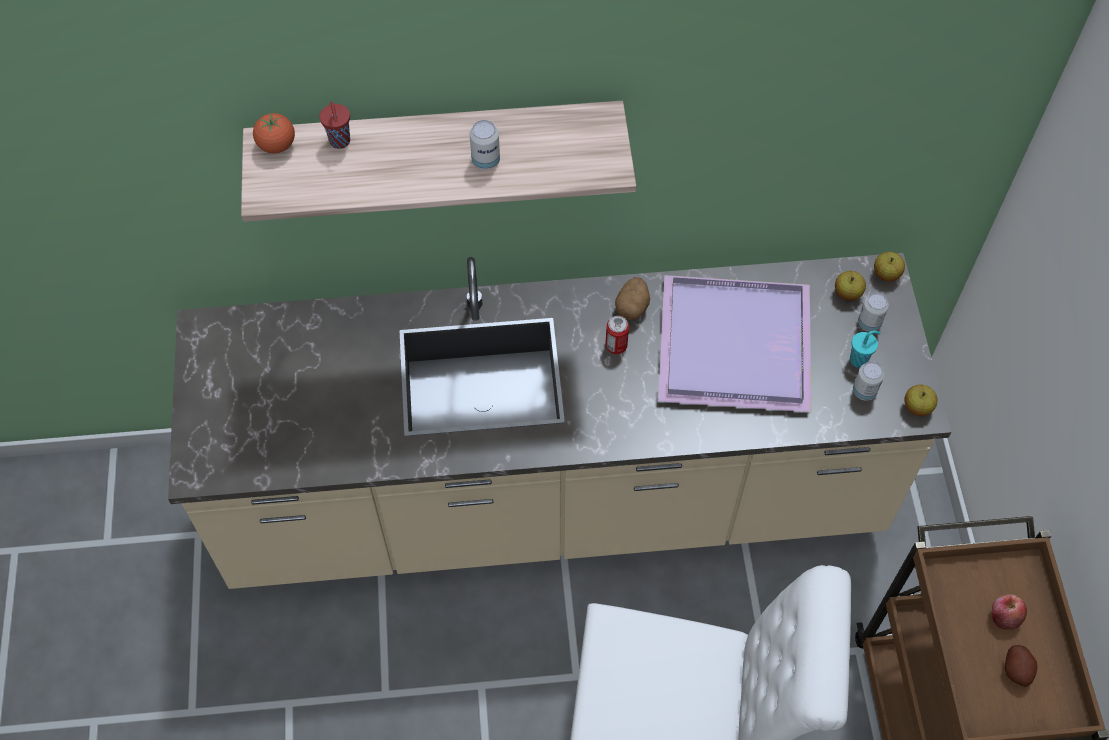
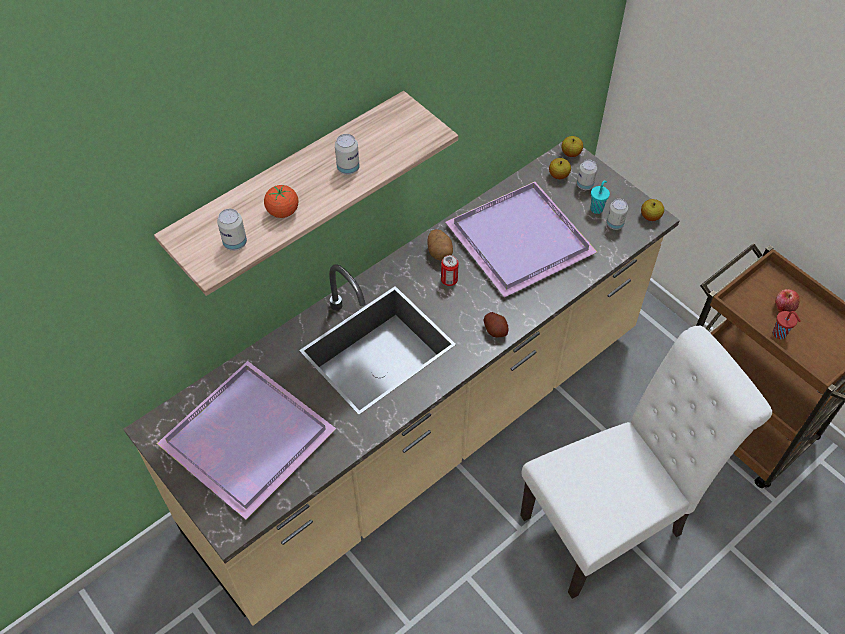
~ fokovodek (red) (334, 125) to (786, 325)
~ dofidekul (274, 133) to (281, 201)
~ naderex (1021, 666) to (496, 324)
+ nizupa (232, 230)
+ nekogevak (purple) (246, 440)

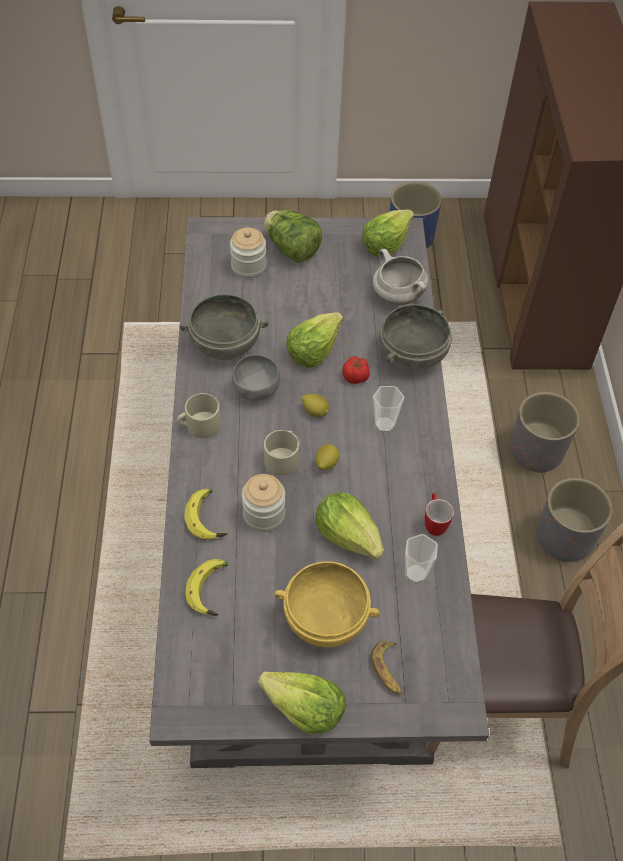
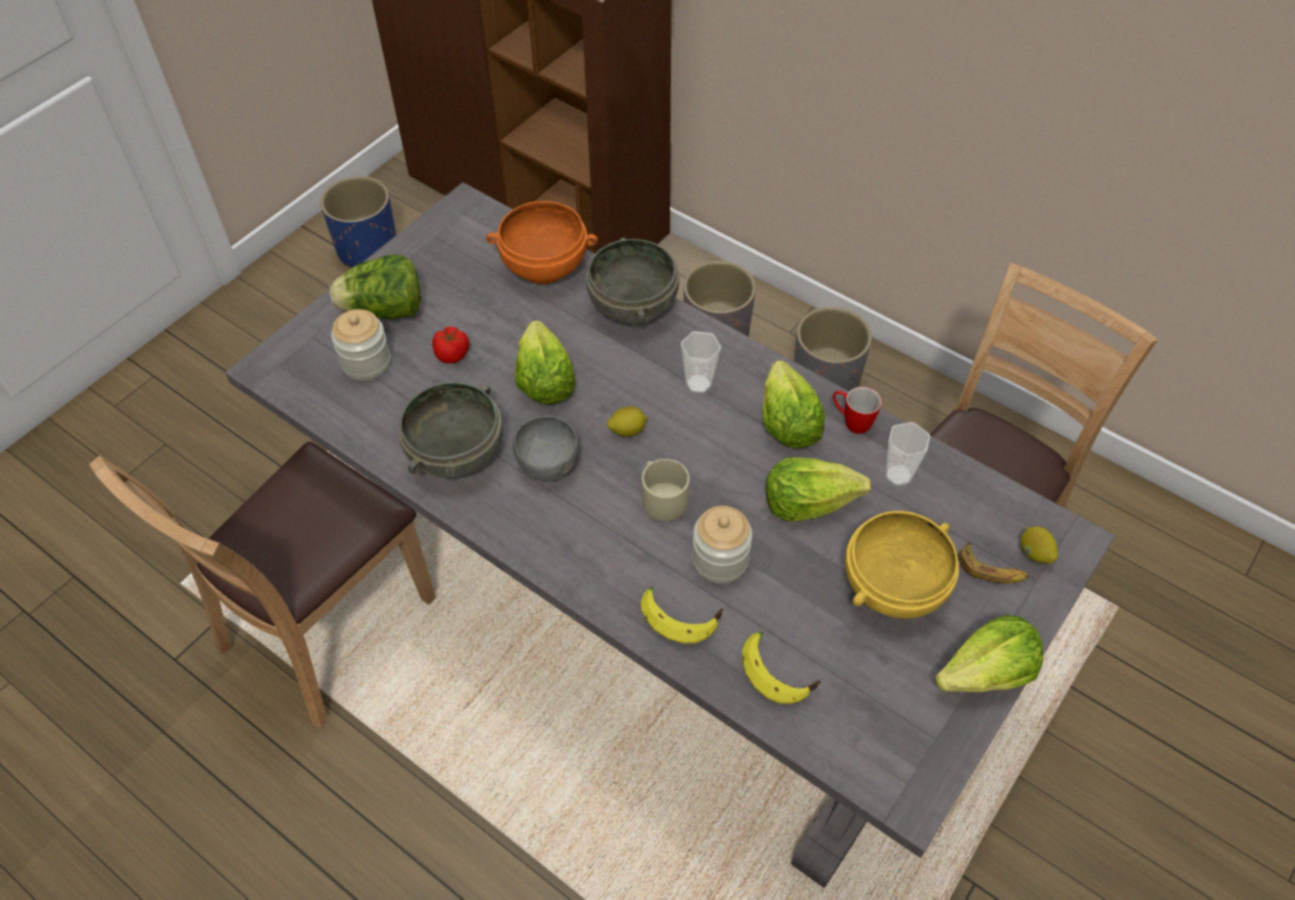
~ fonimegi (388, 233) to (793, 404)
~ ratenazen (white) (400, 277) to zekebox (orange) (542, 242)
~ dofidekul (356, 370) to (450, 345)
- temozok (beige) (199, 415)
~ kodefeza (327, 457) to (1039, 545)
+ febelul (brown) (262, 585)

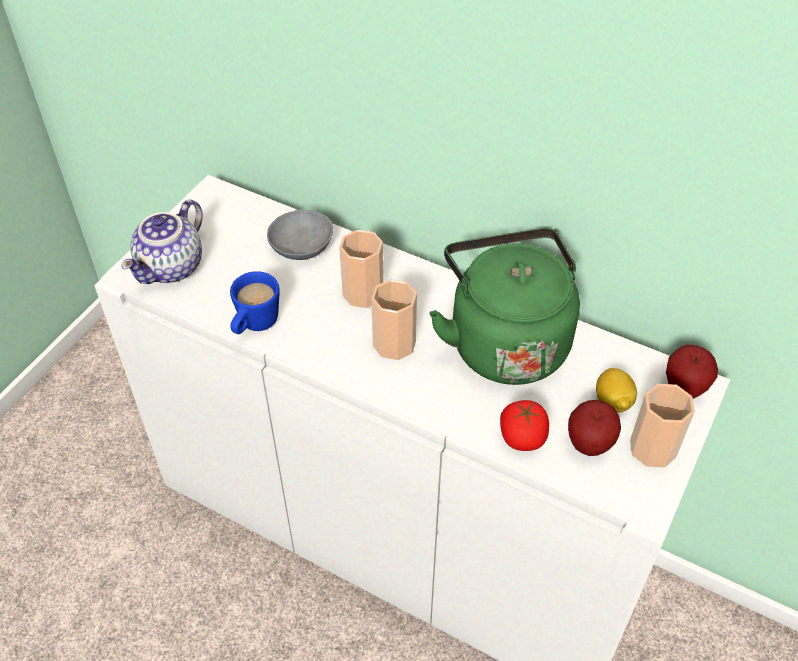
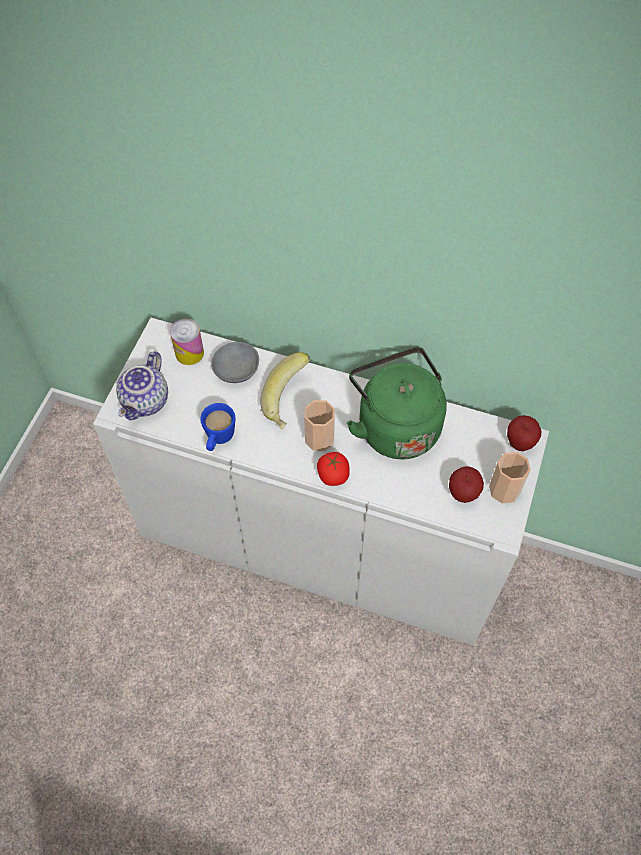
~ fokovodek (361, 269) to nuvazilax (286, 390)
- kodefeza (616, 390)
~ dofidekul (524, 425) to (333, 469)
+ nizupa (187, 342)

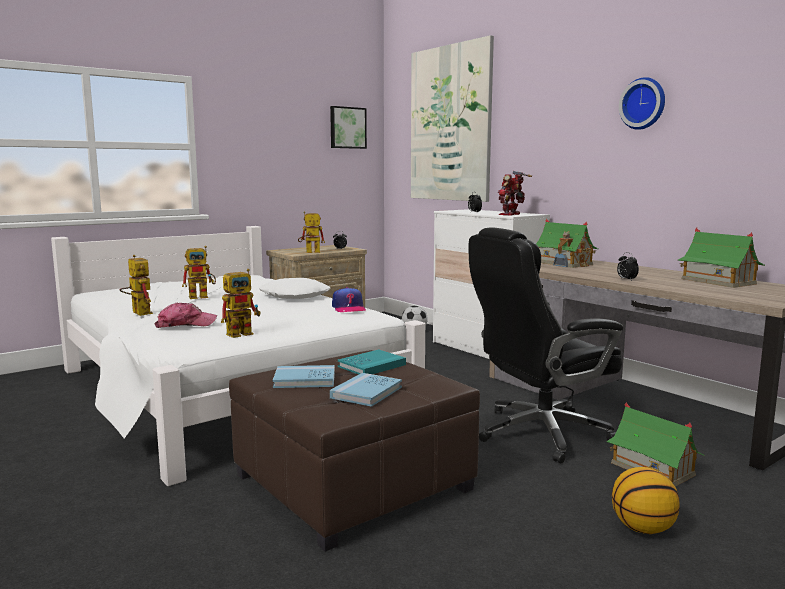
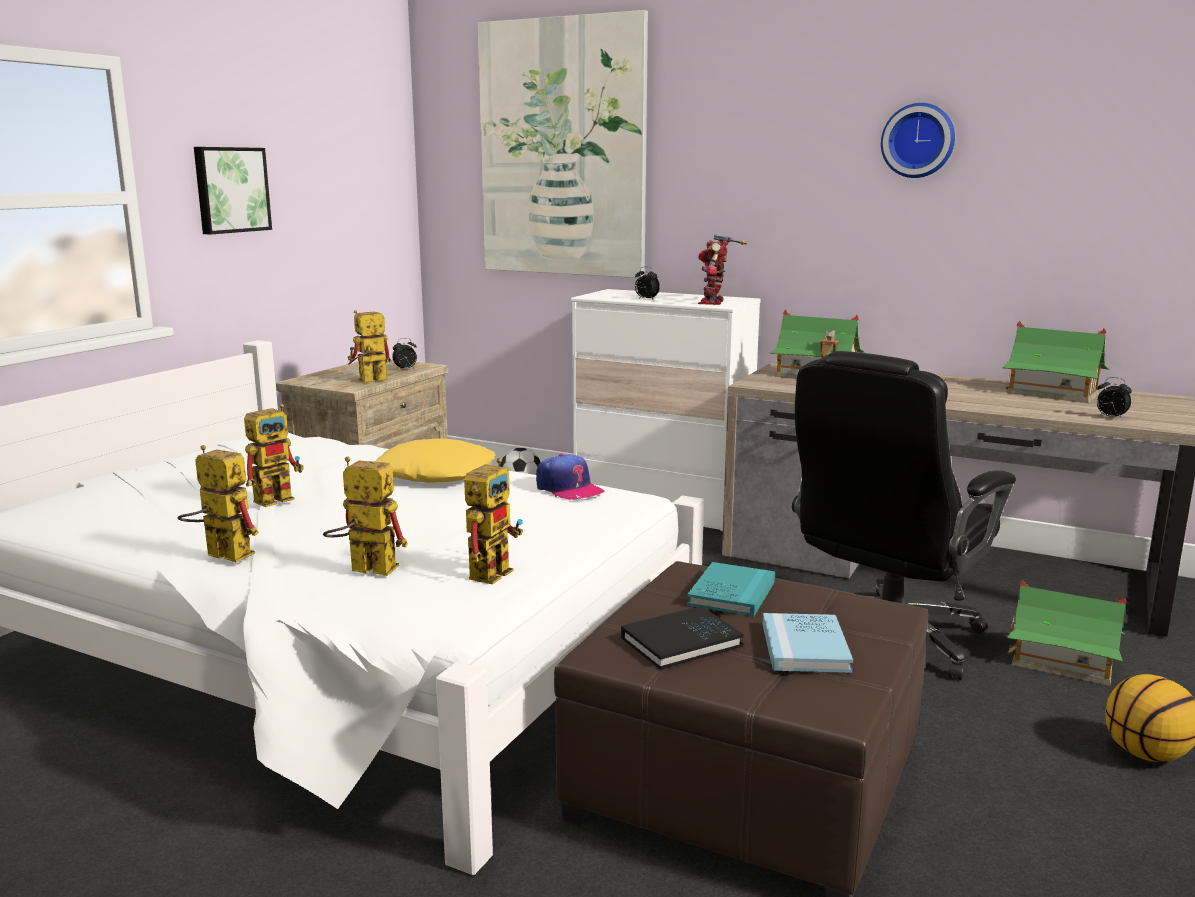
~ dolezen (348, 127) to (233, 191)
~ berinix (628, 266) to (1114, 398)
~ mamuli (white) (295, 288) to mamuli (yellow) (435, 460)
~ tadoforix (186, 315) to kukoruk (365, 516)
~ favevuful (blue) (304, 376) to favevuful (black) (682, 637)

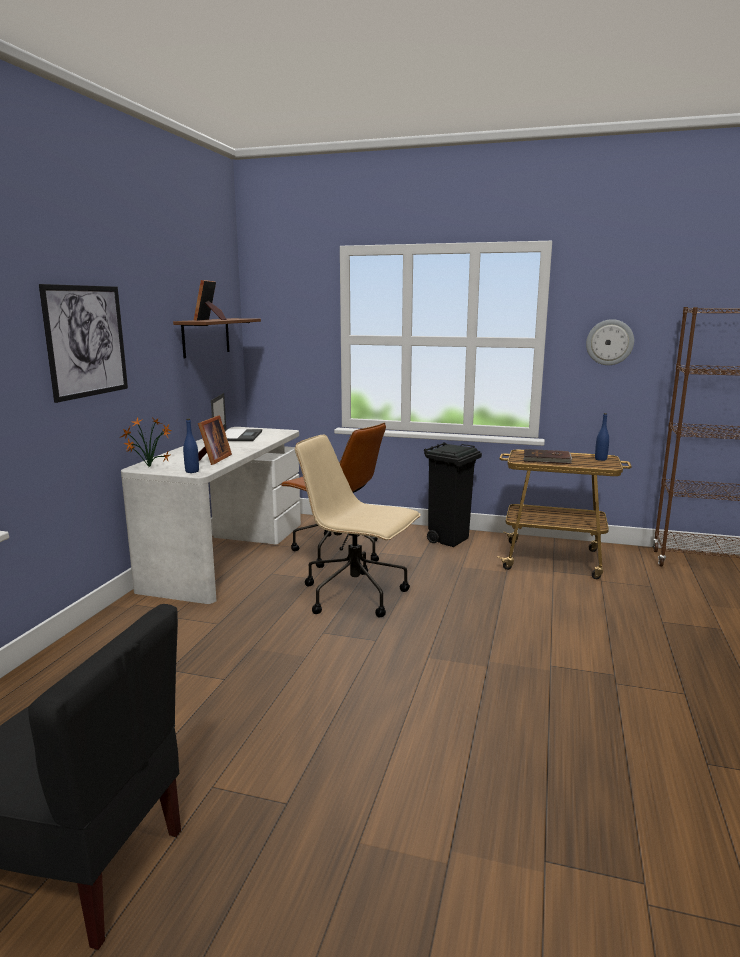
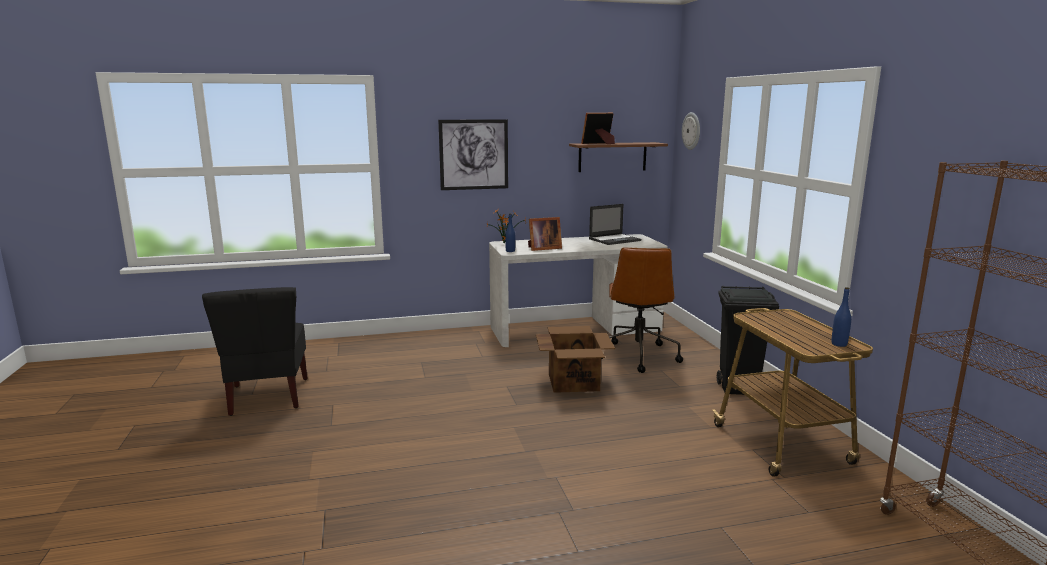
~ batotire (610, 342) to (691, 131)
~ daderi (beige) (358, 526) to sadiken (575, 359)
- favevuful (brown) (547, 456)

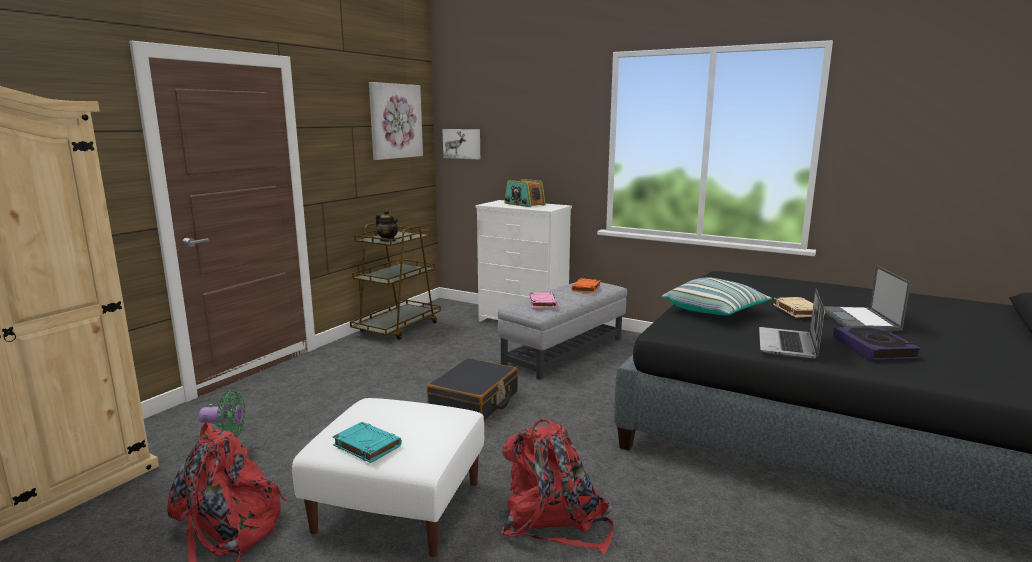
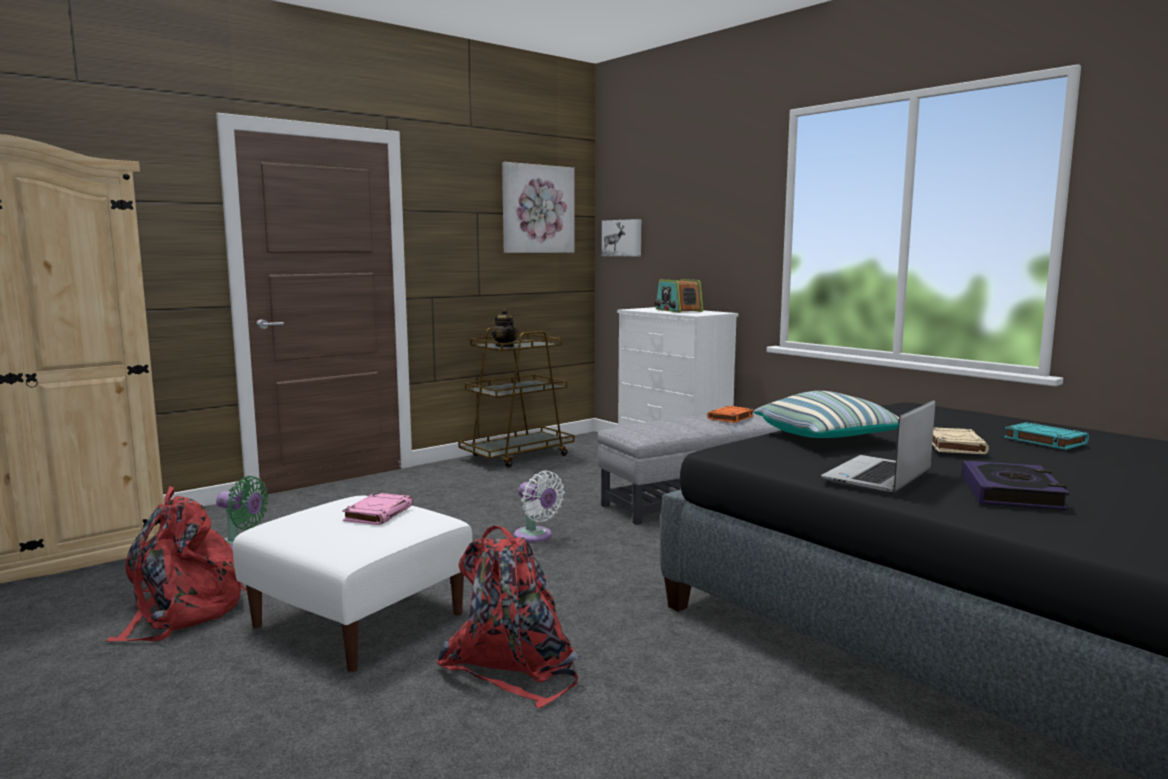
- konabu (867, 298)
~ favevuful (pink) (543, 300) to (377, 508)
~ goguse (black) (472, 389) to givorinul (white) (539, 506)
~ favevuful (turquoise) (367, 442) to (1046, 436)

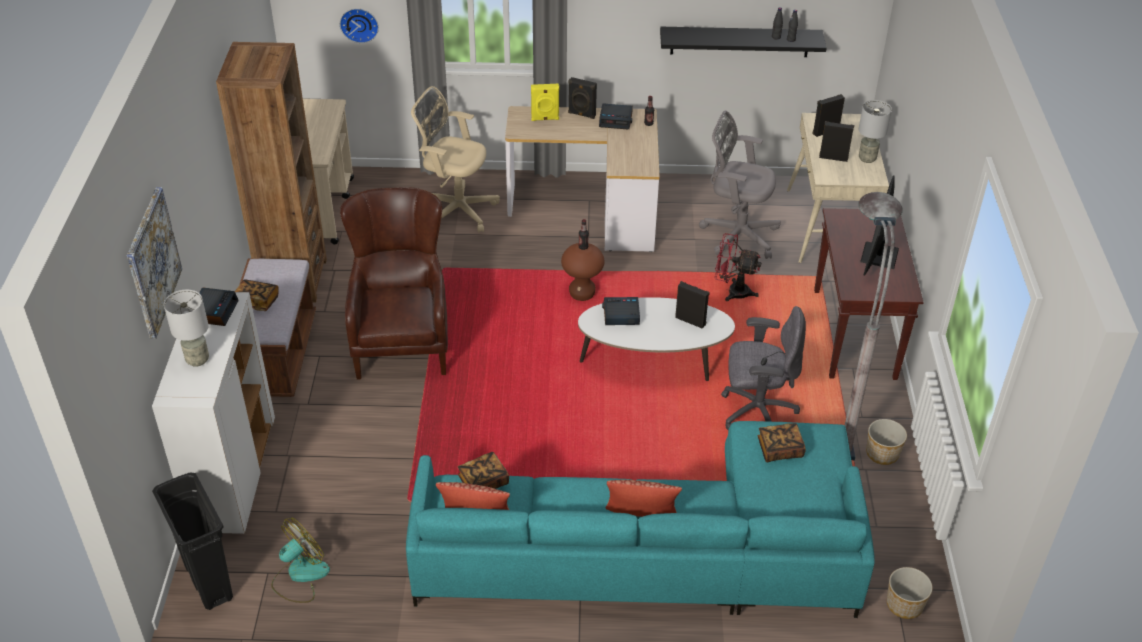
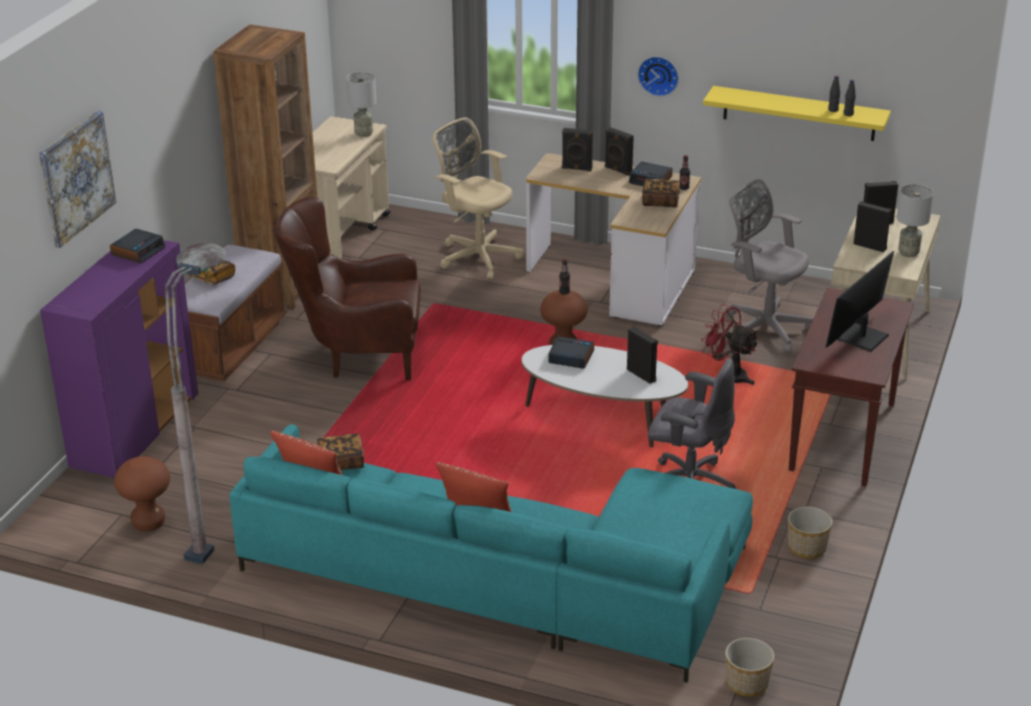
~ batotire (359, 25) to (658, 76)
~ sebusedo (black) (743, 42) to sebusedo (yellow) (797, 113)
~ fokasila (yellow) (545, 102) to fokasila (black) (577, 149)
~ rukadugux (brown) (394, 283) = (348, 288) 105 degrees counterclockwise
~ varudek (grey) (873, 326) to (195, 403)
~ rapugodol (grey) (186, 328) to (361, 104)
~ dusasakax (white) (213, 413) to dusasakax (purple) (119, 359)
~ favevuful (782, 442) to (661, 193)
- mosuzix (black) (192, 541)
~ givorinul (300, 560) to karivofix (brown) (142, 494)

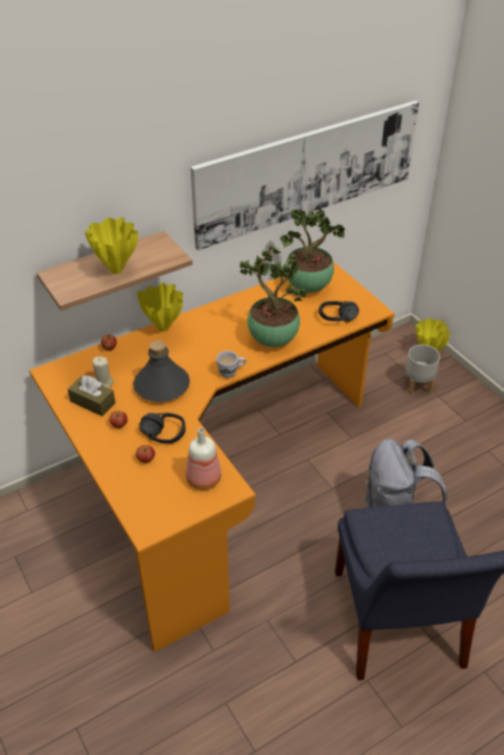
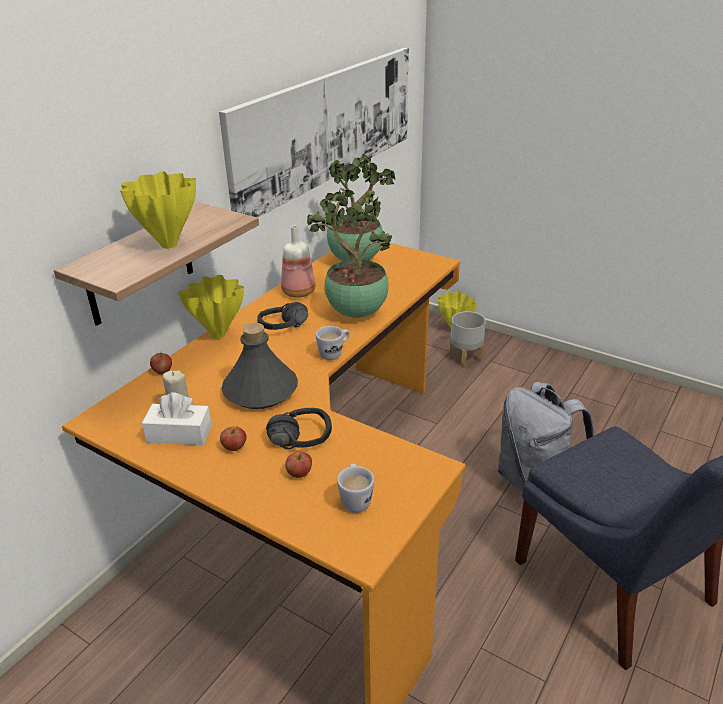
~ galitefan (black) (339, 311) to (282, 316)
~ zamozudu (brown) (91, 396) to zamozudu (white) (177, 419)
~ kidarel (203, 459) to (298, 262)
+ temozok (white) (355, 488)

